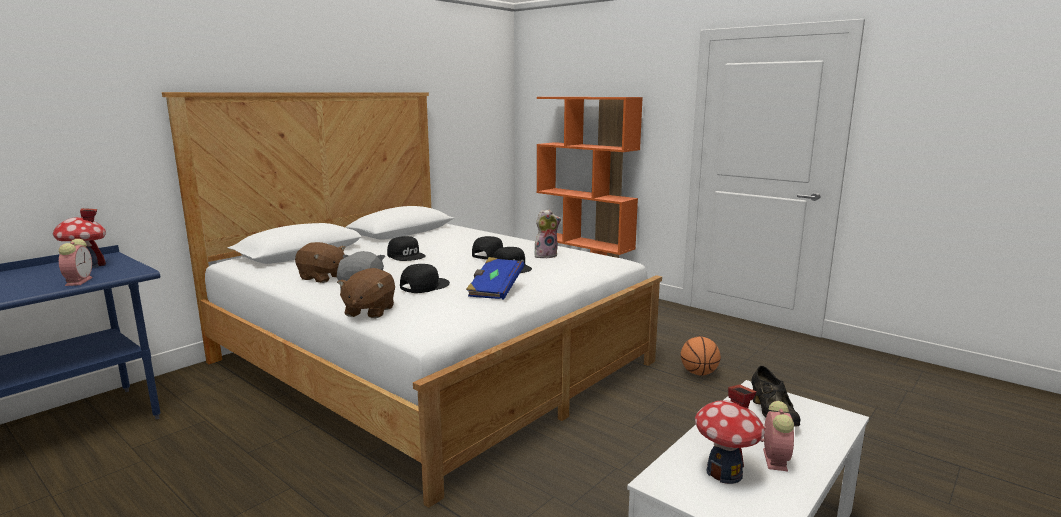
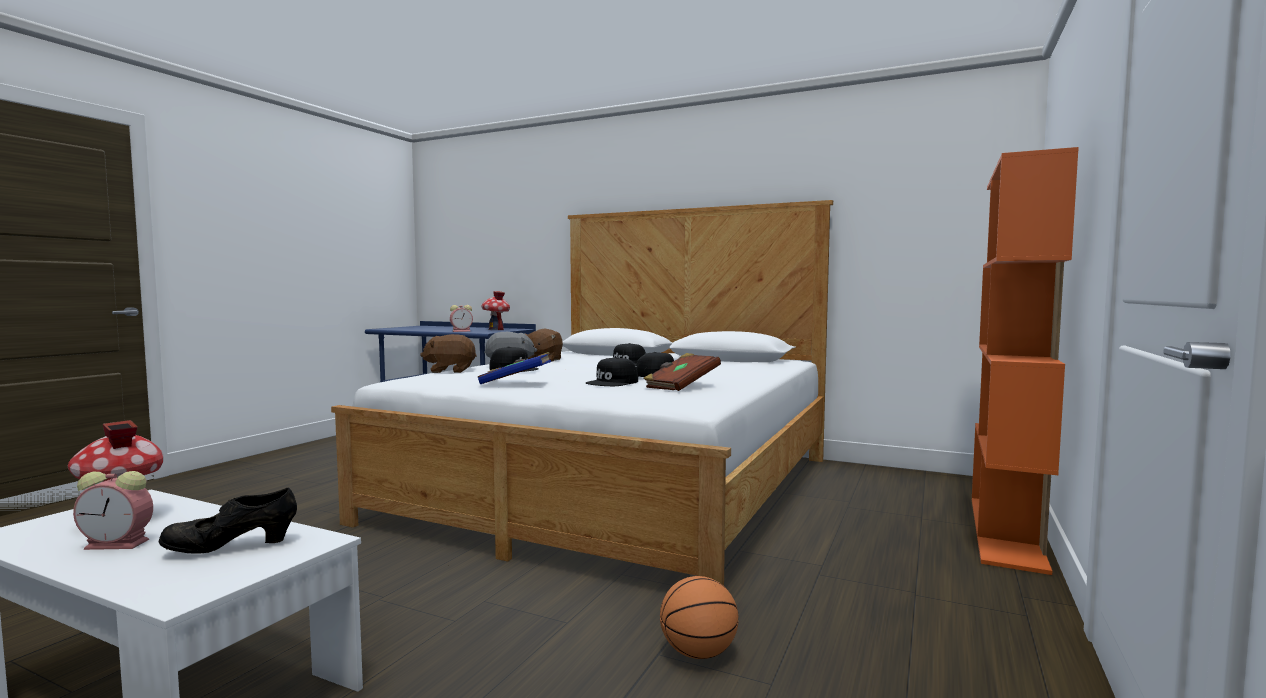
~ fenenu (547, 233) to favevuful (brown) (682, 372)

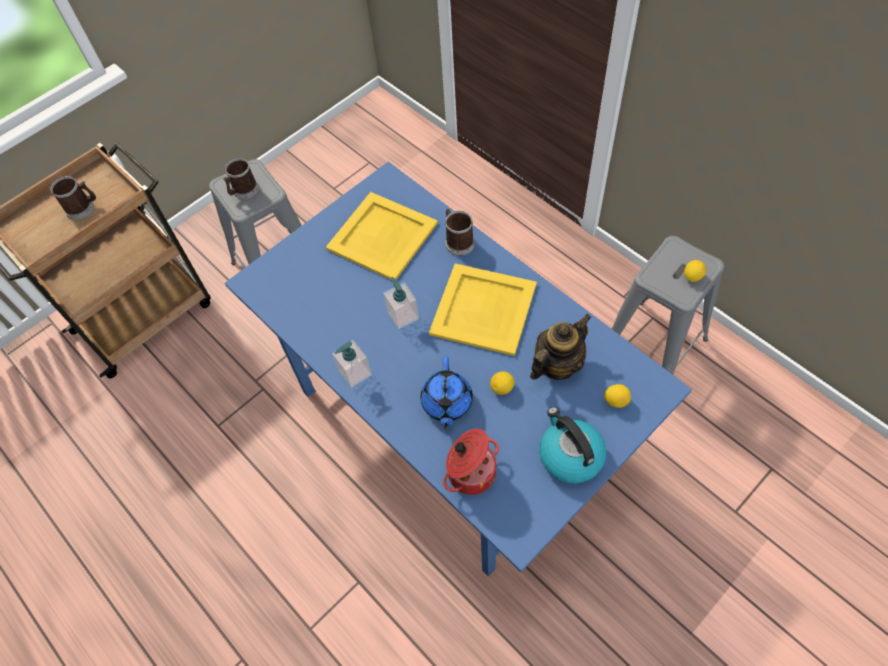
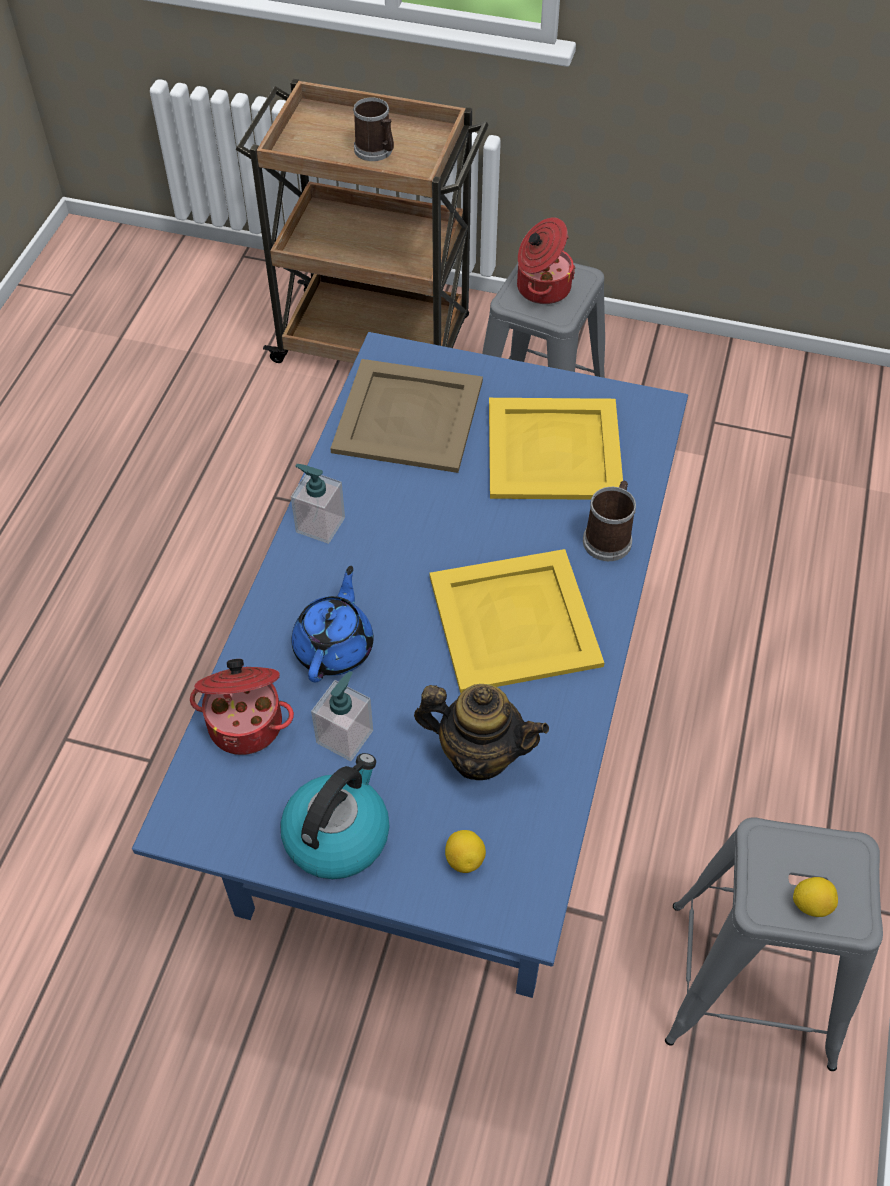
~ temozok (241, 178) to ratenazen (546, 260)
~ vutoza (401, 303) to (342, 716)
~ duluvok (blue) (447, 393) = (332, 624) 135 degrees clockwise
- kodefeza (502, 383)
+ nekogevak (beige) (406, 416)

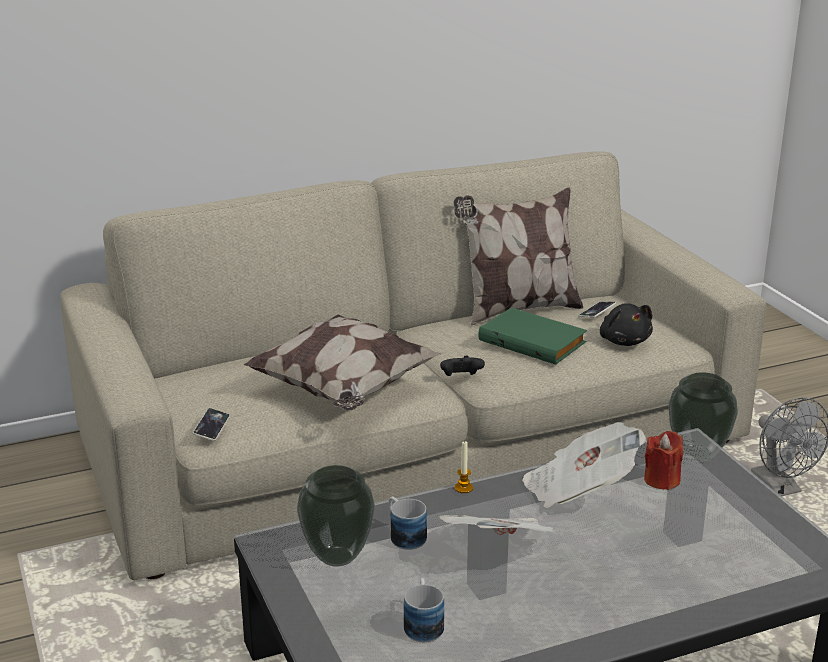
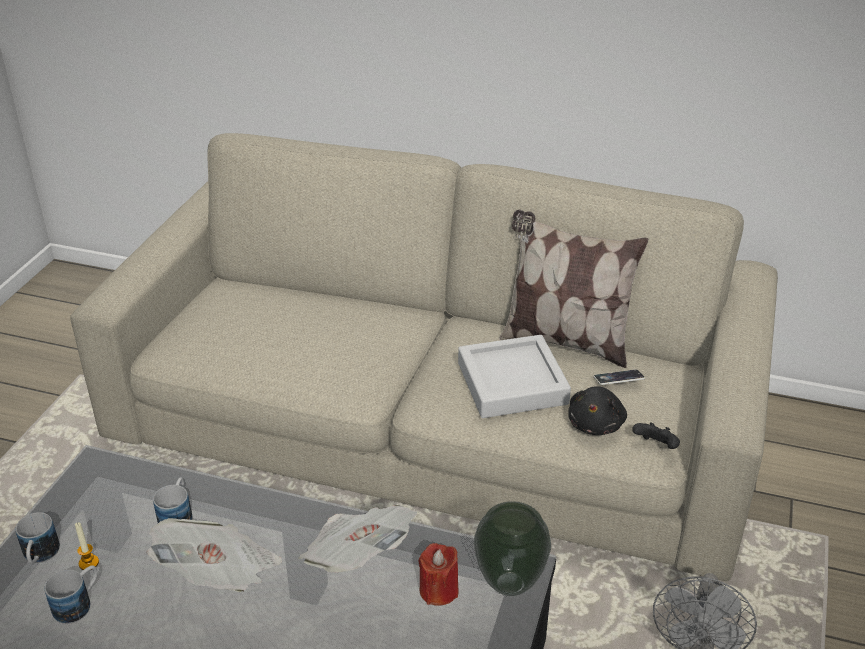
~ favevuful (green) (532, 335) to nekogevak (grey) (514, 376)
- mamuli (342, 362)
~ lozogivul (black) (462, 365) to (656, 436)
- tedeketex (211, 424)
~ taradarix (464, 467) to (87, 546)
- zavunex (336, 516)
+ temozok (38, 538)

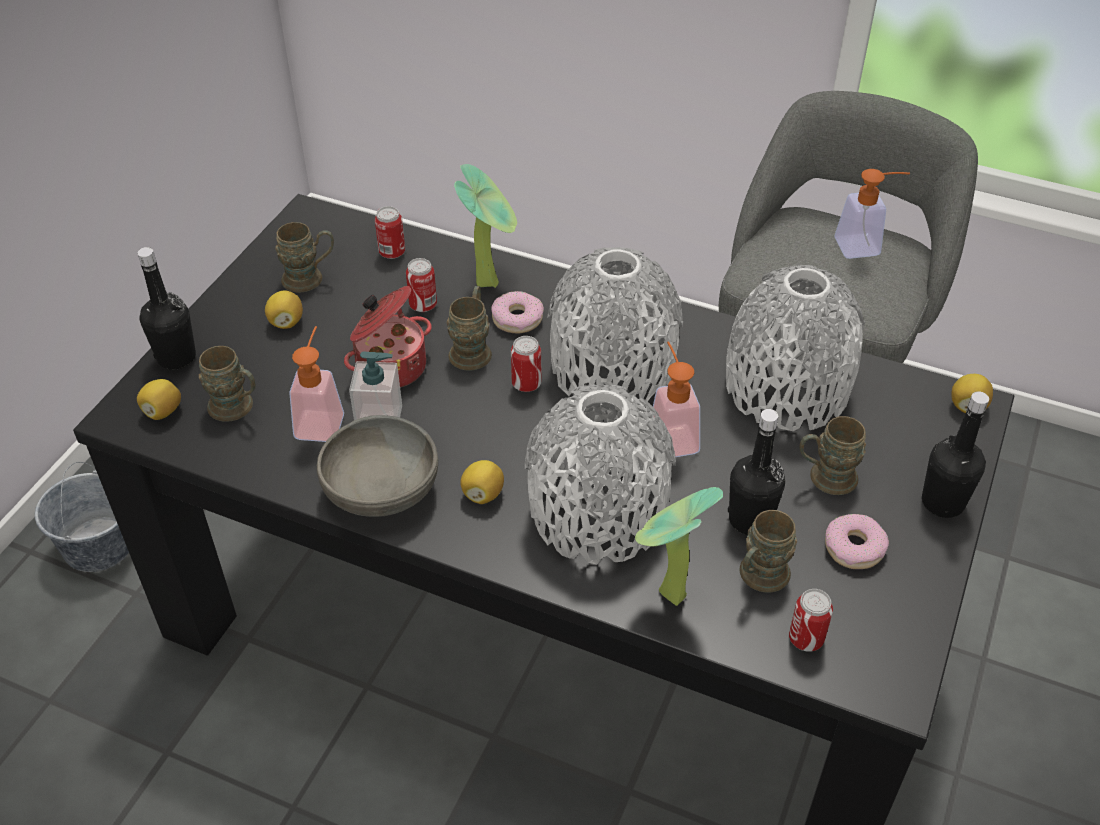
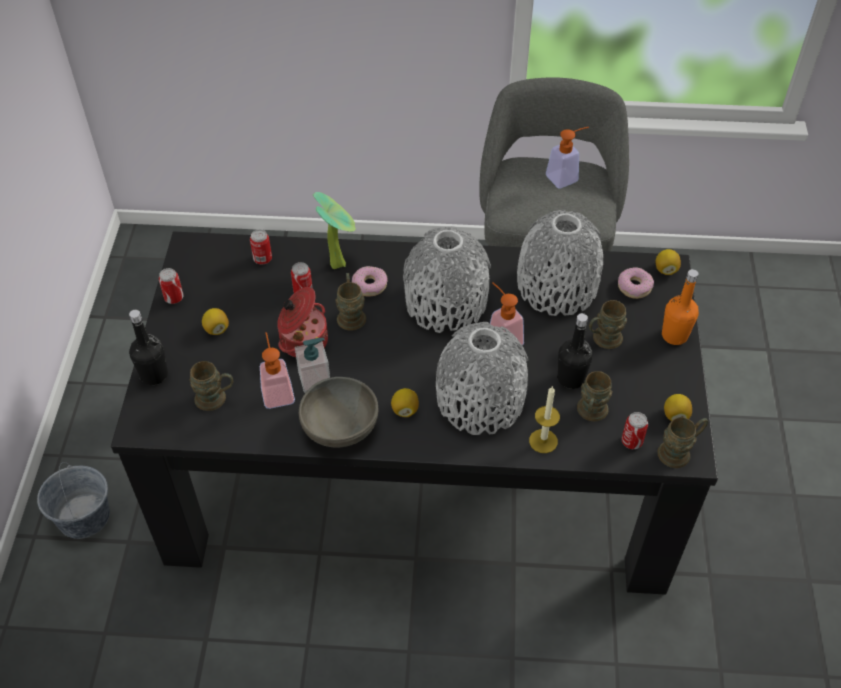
~ temozok (brown) (304, 257) to (682, 442)
~ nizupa (526, 364) to (171, 286)
~ kodefeza (159, 399) to (678, 407)
~ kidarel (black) (955, 454) to kidarel (orange) (680, 307)
~ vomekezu (679, 546) to taradarix (544, 419)
~ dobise (857, 541) to (636, 283)

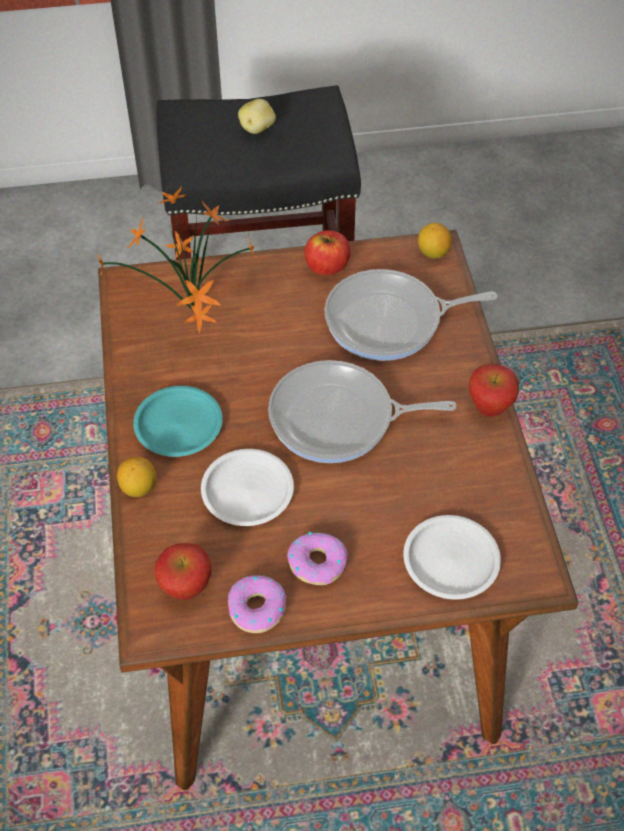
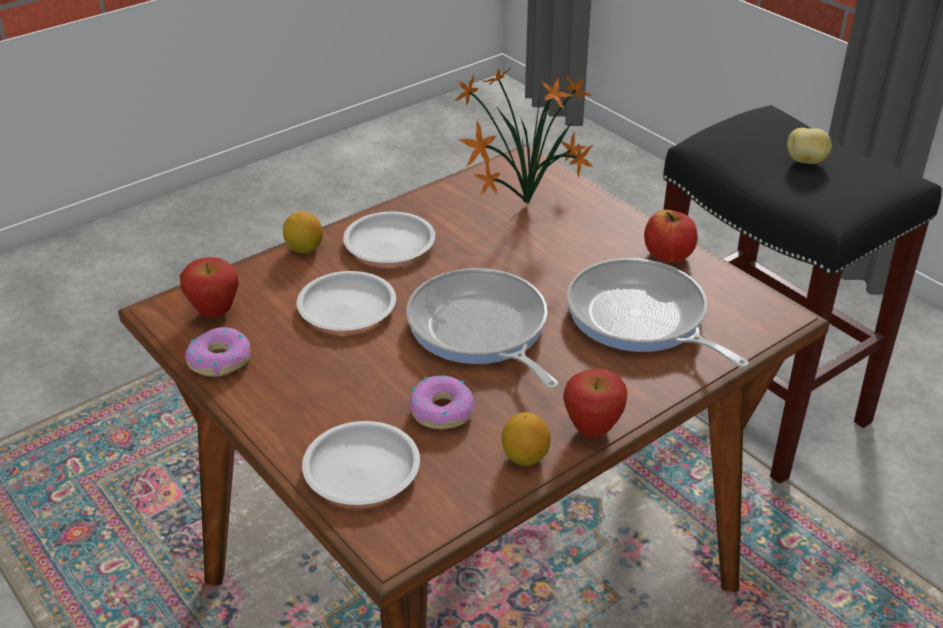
~ kodefeza (435, 241) to (526, 439)
~ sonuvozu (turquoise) (178, 421) to sonuvozu (white) (389, 237)
~ dobise (317, 558) to (442, 402)

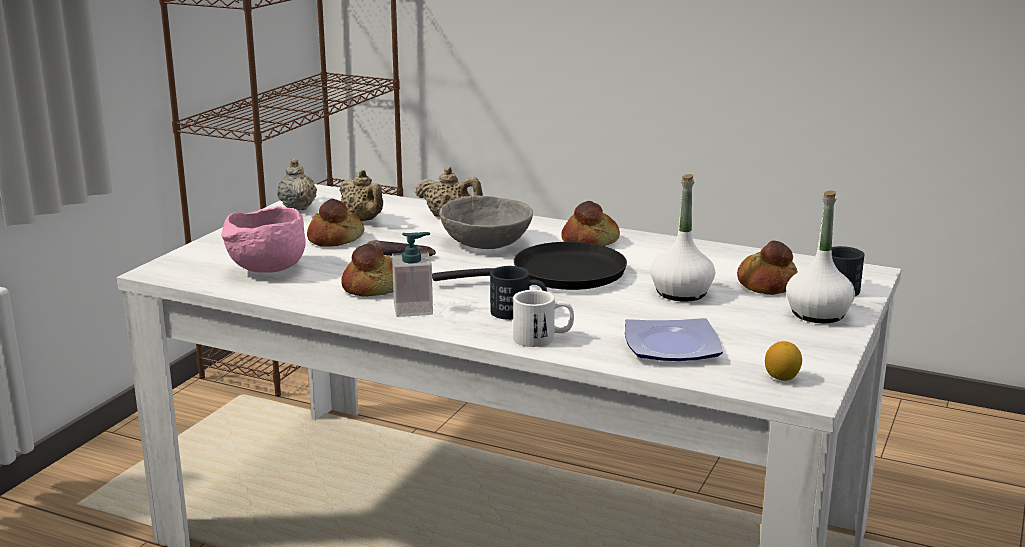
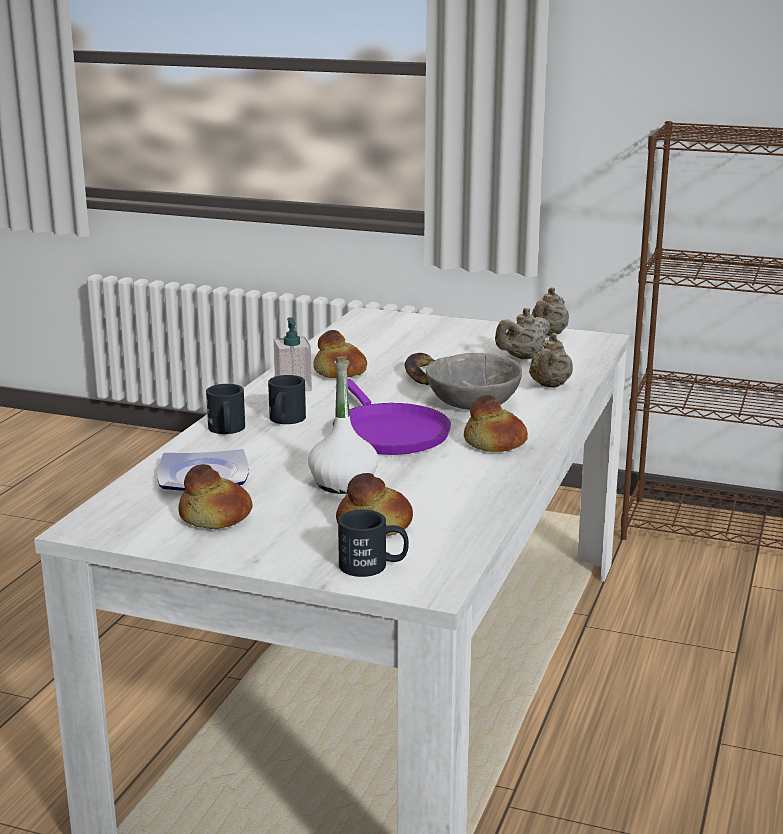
~ duluvok (beige) (297, 184) = (550, 311) 135 degrees clockwise
- kidarel (white) (820, 256)
~ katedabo (335, 223) to (215, 496)
- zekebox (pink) (263, 239)
~ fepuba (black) (529, 266) to fepuba (purple) (392, 417)
~ temozok (white) (543, 318) to temozok (black) (225, 409)
- kodefeza (783, 361)

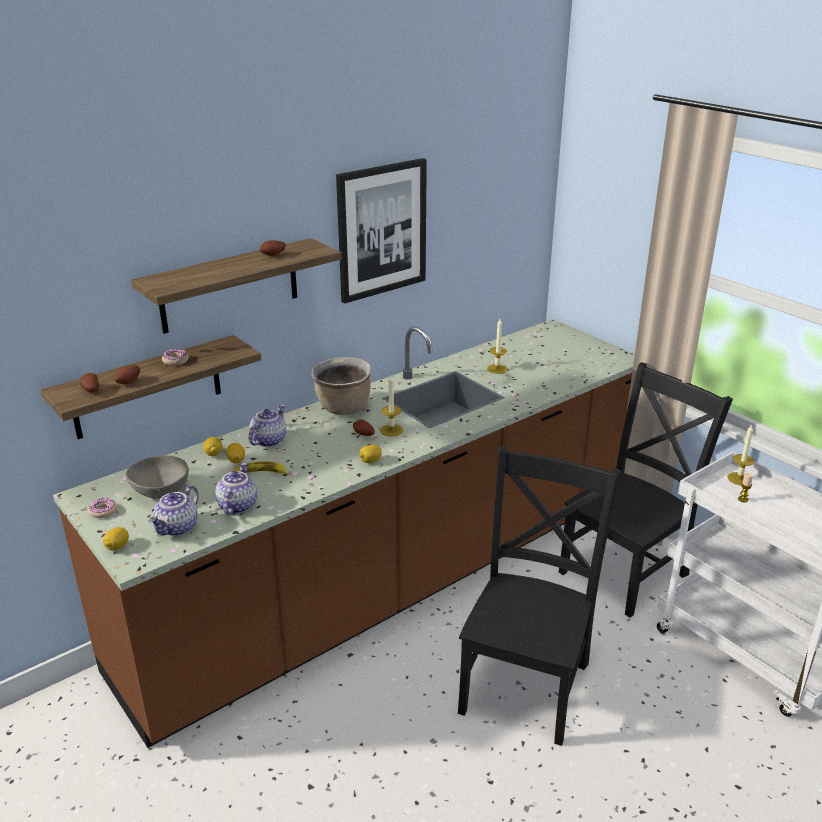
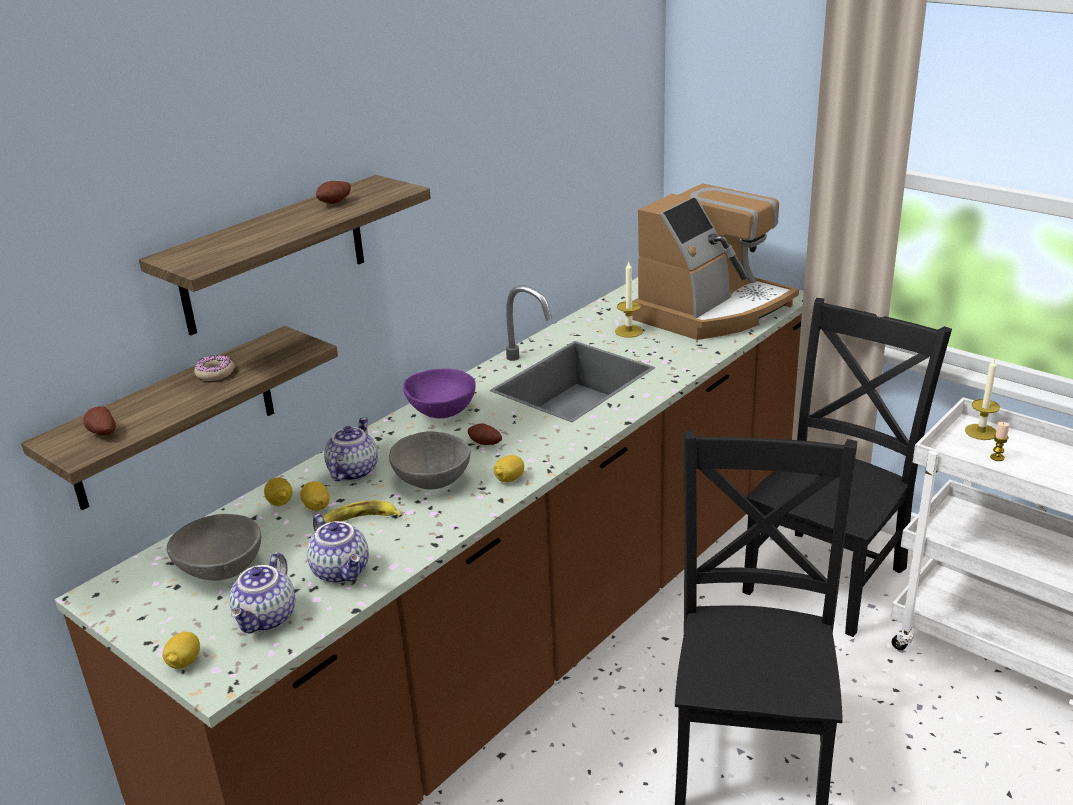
- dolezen (381, 230)
~ ratenazen (brown) (341, 386) to zekebox (purple) (439, 393)
- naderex (127, 374)
- taradarix (391, 406)
~ duluvok (236, 489) = (338, 549) 150 degrees clockwise
- dobise (103, 508)
+ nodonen (716, 261)
+ zekebox (grey) (430, 460)

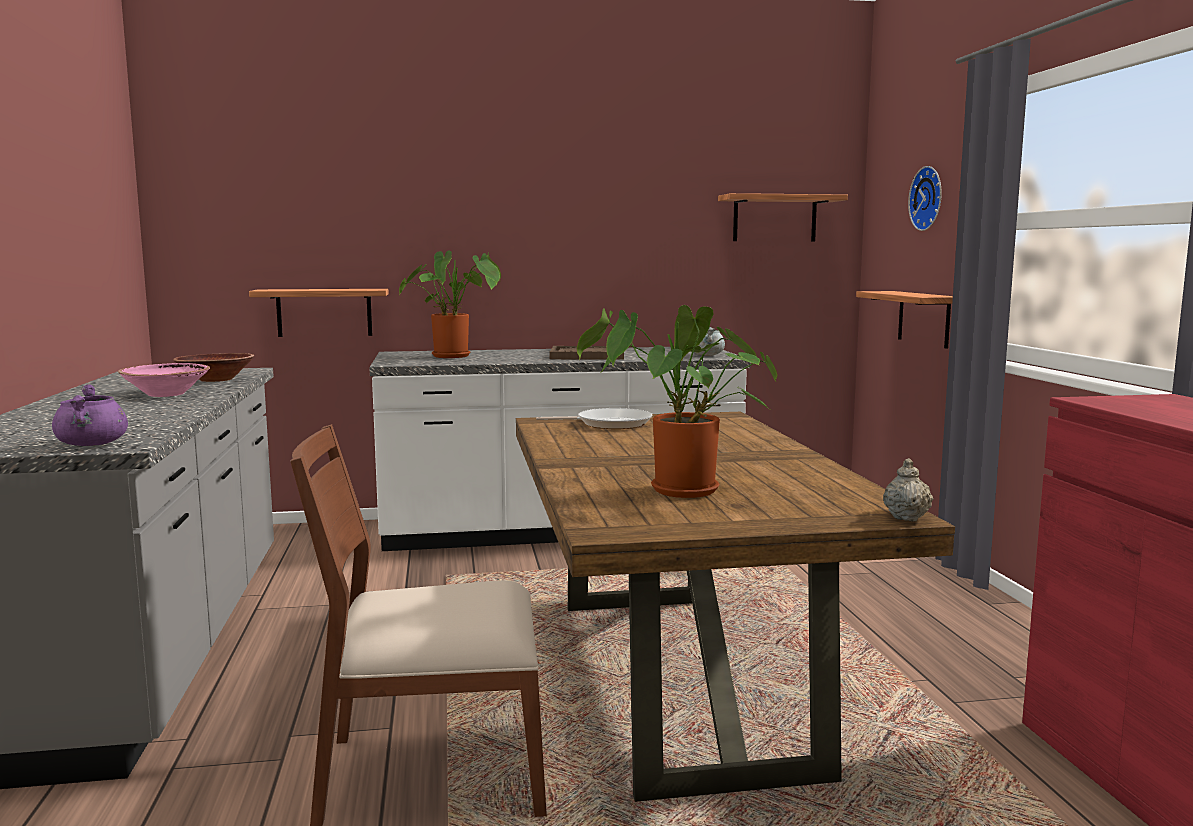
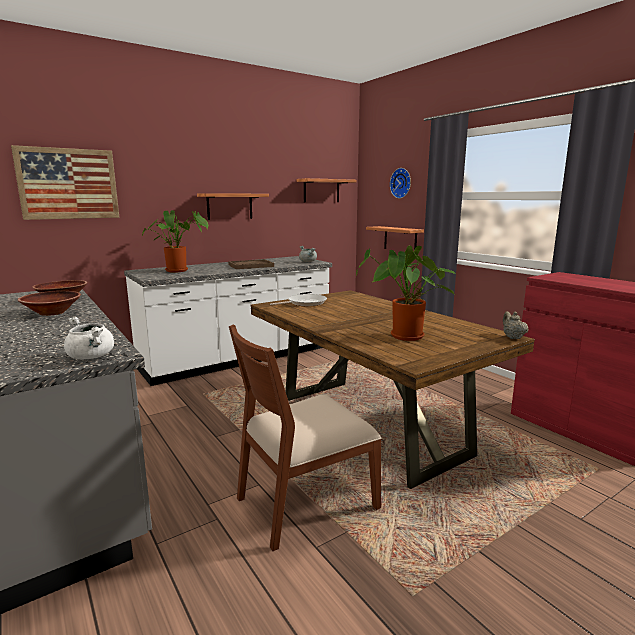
~ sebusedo (319, 313) to (233, 206)
~ zekebox (pink) (164, 380) to zekebox (brown) (49, 303)
~ ratenazen (purple) (90, 415) to ratenazen (white) (89, 338)
+ dolezen (65, 182)

